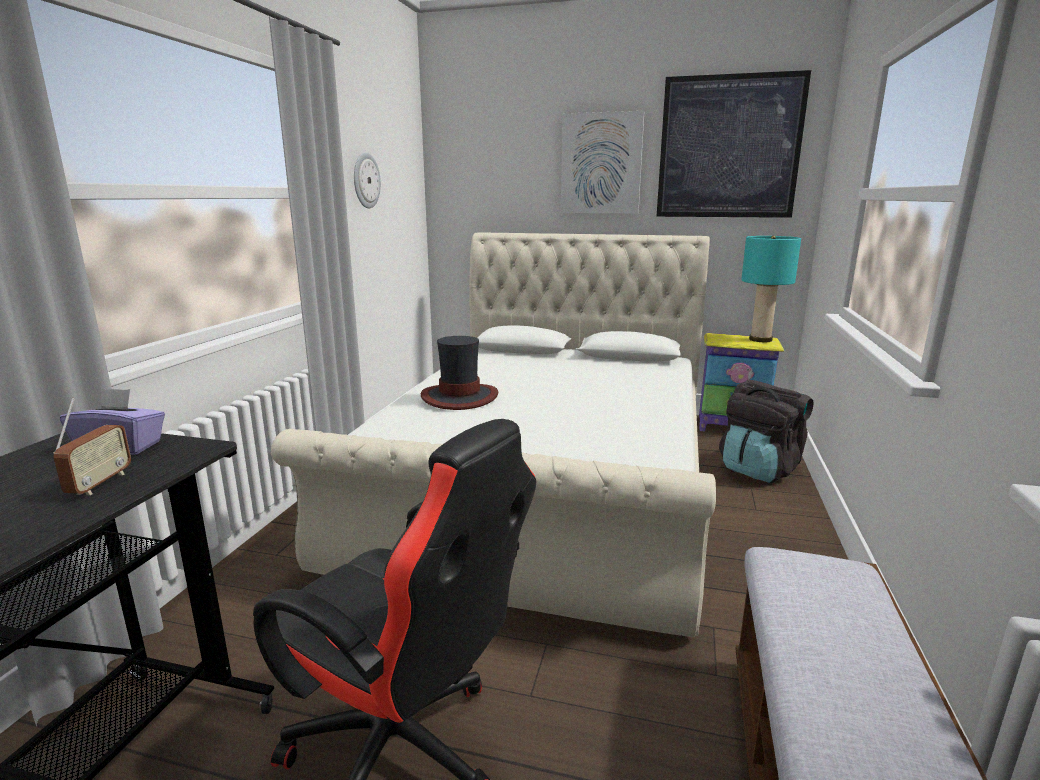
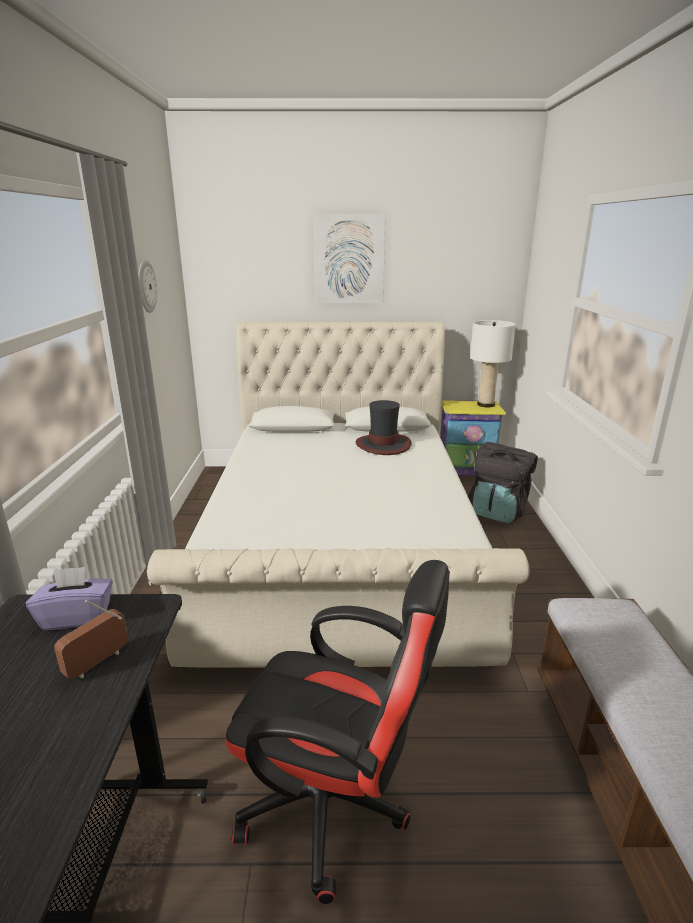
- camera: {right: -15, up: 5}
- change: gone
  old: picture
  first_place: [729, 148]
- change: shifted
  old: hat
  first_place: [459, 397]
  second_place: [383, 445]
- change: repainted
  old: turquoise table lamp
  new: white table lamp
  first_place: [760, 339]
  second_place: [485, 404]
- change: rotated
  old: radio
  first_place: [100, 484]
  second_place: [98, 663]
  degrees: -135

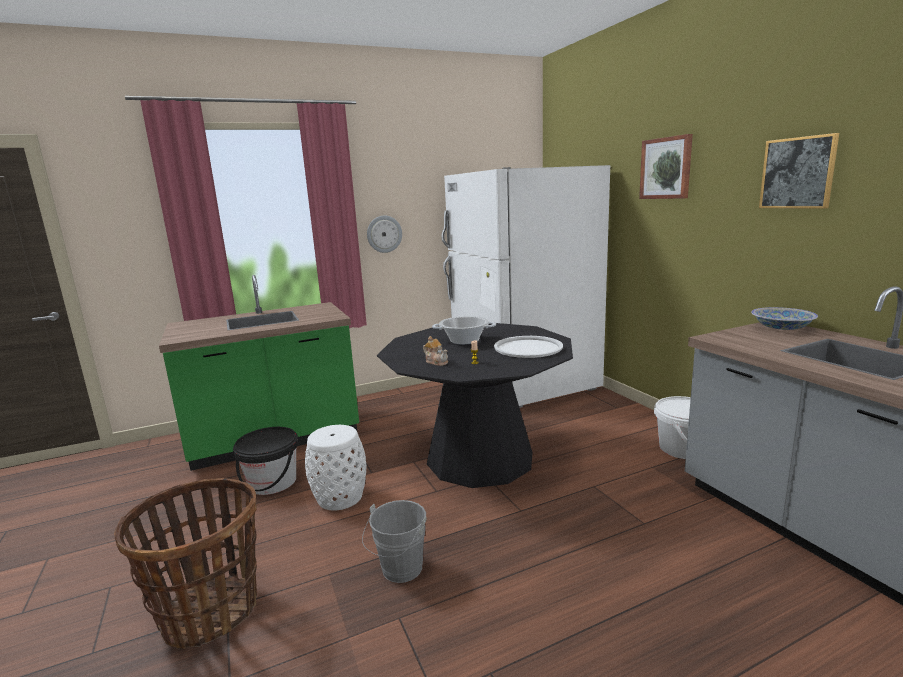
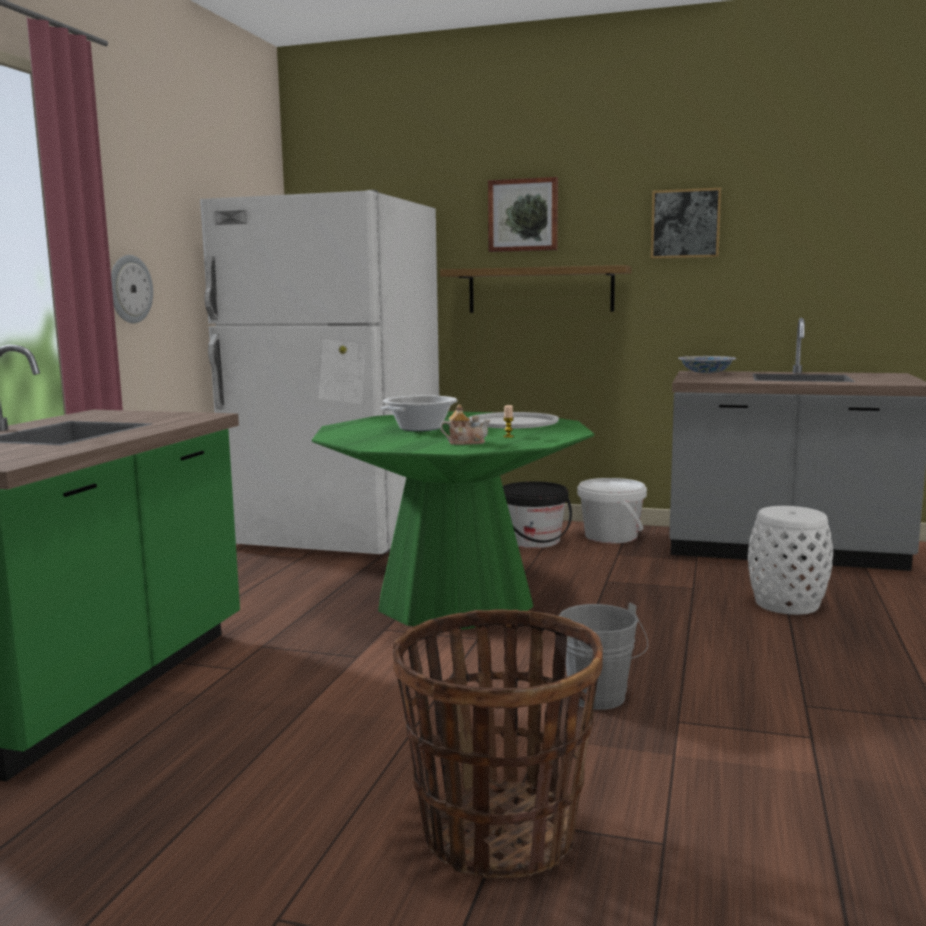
- camera: {right: -50, up: -5}
- change: new
  new: shelf
  second_place: [540, 290]
- change: shifted
  old: black bucket
  first_place: [272, 482]
  second_place: [533, 541]
- change: shifted
  old: white stool
  first_place: [340, 497]
  second_place: [786, 604]
- change: repainted
  old: black dining table
  new: green dining table
  first_place: [480, 458]
  second_place: [455, 600]

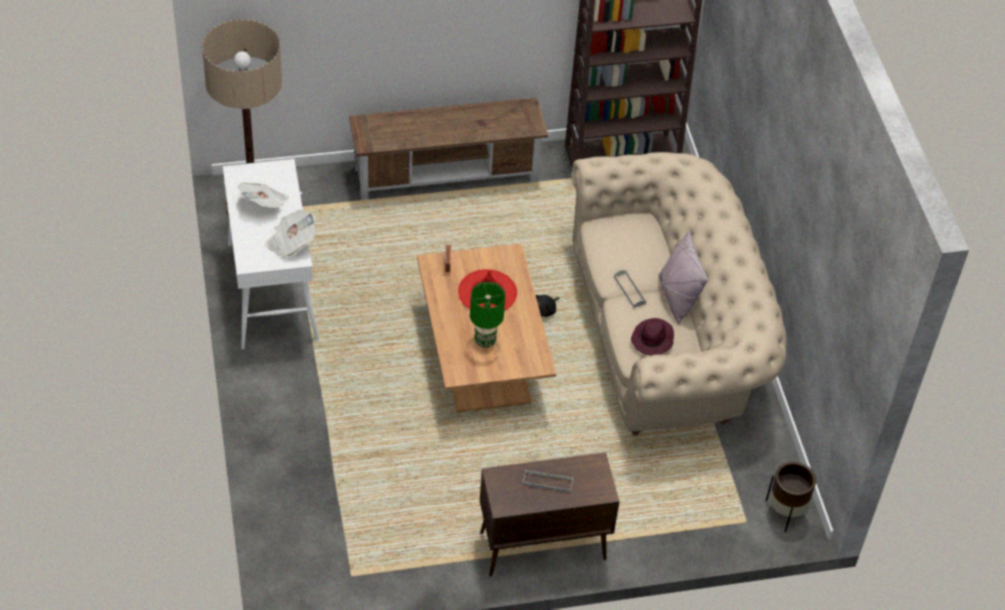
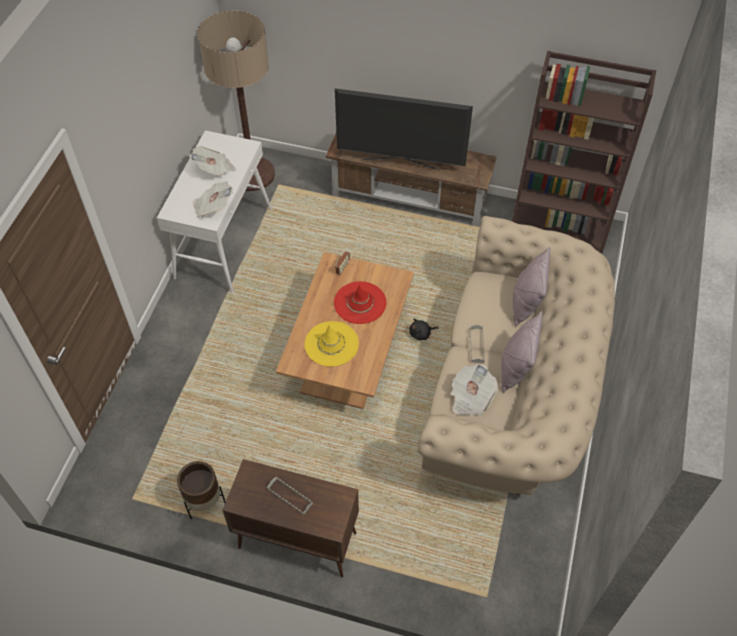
- camera: {right: 30, up: 5}
- change: new
  new: television
  second_place: [400, 163]
- change: new
  new: purple pillow
  second_place: [525, 303]
- change: shifted
  old: brown planter
  first_place: [786, 512]
  second_place: [204, 502]
- change: swapped
  old: green table lamp
  new: yellow hat
  first_place: [484, 341]
  second_place: [331, 344]
- change: swapped
  old: purple hat
  new: newspaper
  first_place: [652, 340]
  second_place: [471, 398]

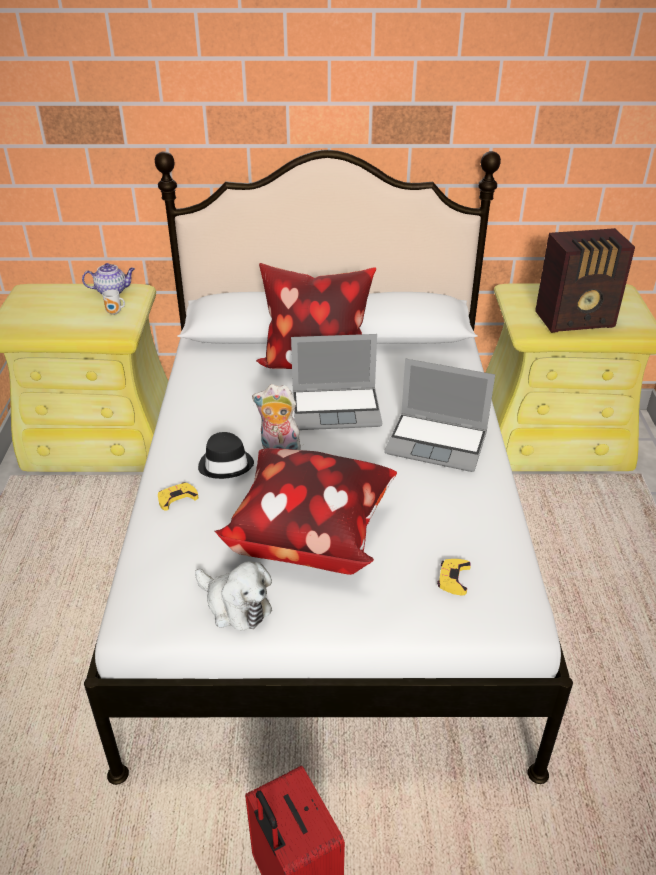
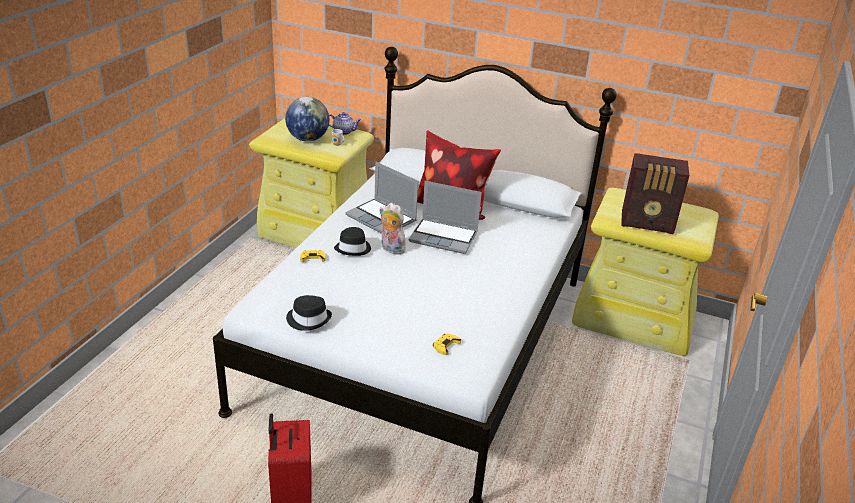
- camera: {right: 20, up: -5}
- change: gone
  old: pillow
  first_place: [309, 535]
- change: new
  new: globe
  second_place: [308, 139]
- change: shifted
  old: laptop
  first_place: [438, 443]
  second_place: [382, 218]
- change: swapped
  old: plush toy
  new: black hat
  first_place: [235, 605]
  second_place: [309, 319]

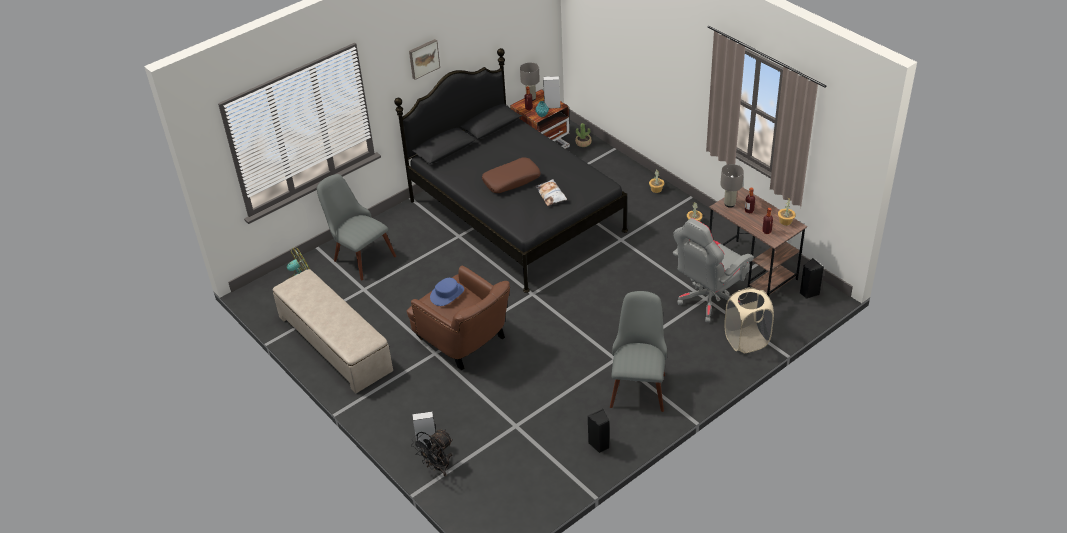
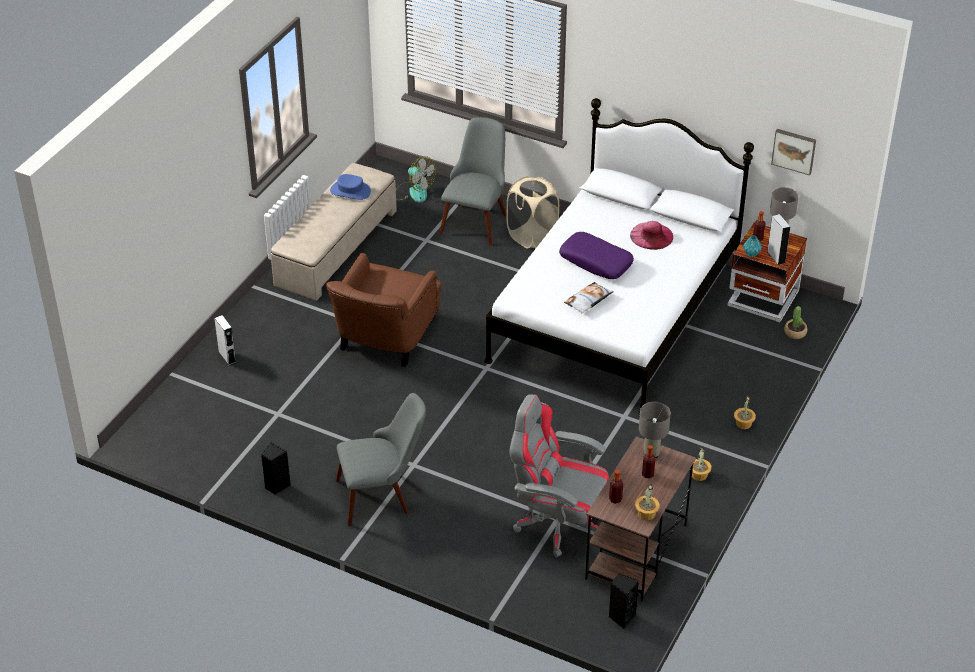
- camera: {right: 65, up: 0}
- change: gone
  old: black fan
  first_place: [437, 467]
- change: new
  new: pink hat
  second_place: [651, 236]
- change: shifted
  old: picture
  first_place: [423, 58]
  second_place: [794, 150]
- change: shifted
  old: blue hat
  first_place: [447, 294]
  second_place: [350, 191]
- change: shifted
  old: beige laundry basket
  first_place: [746, 340]
  second_place: [532, 236]
- change: repainted
  old: black bed
  new: white bed
  first_place: [516, 215]
  second_place: [615, 315]
- change: repainted
  old: brown pillow
  new: purple pillow
  first_place: [511, 180]
  second_place: [596, 261]

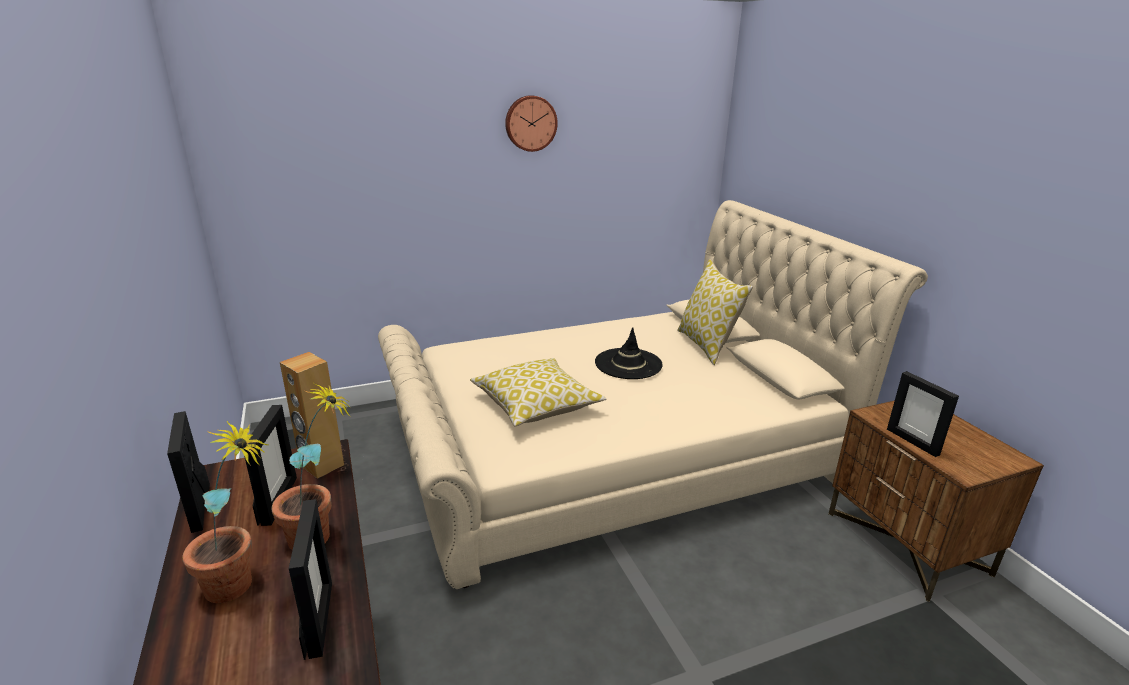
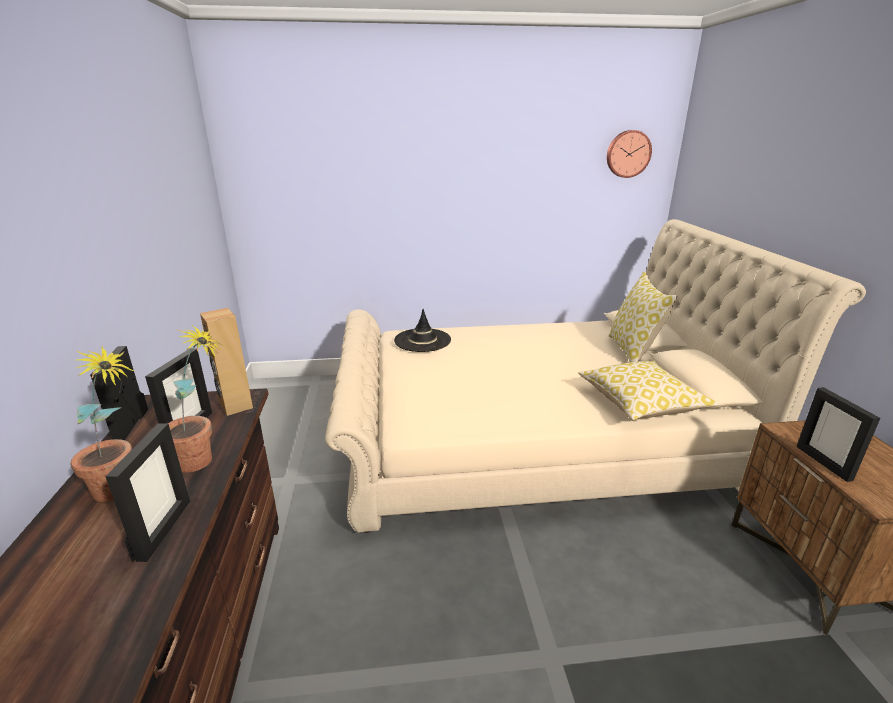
- camera: {right: 15, up: 0}
- change: shifted
  old: pillow
  first_place: [536, 405]
  second_place: [641, 403]
- change: shifted
  old: wall clock
  first_place: [530, 123]
  second_place: [628, 154]
- change: shifted
  old: black hat
  first_place: [628, 364]
  second_place: [422, 340]

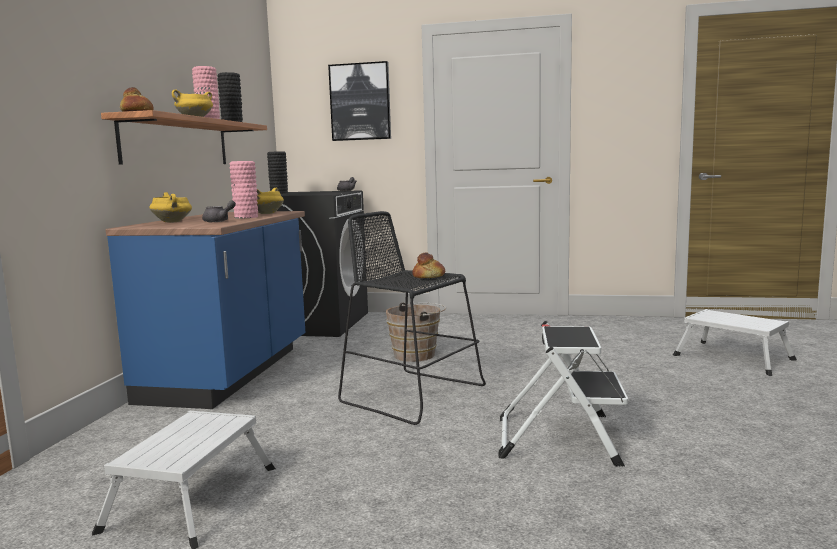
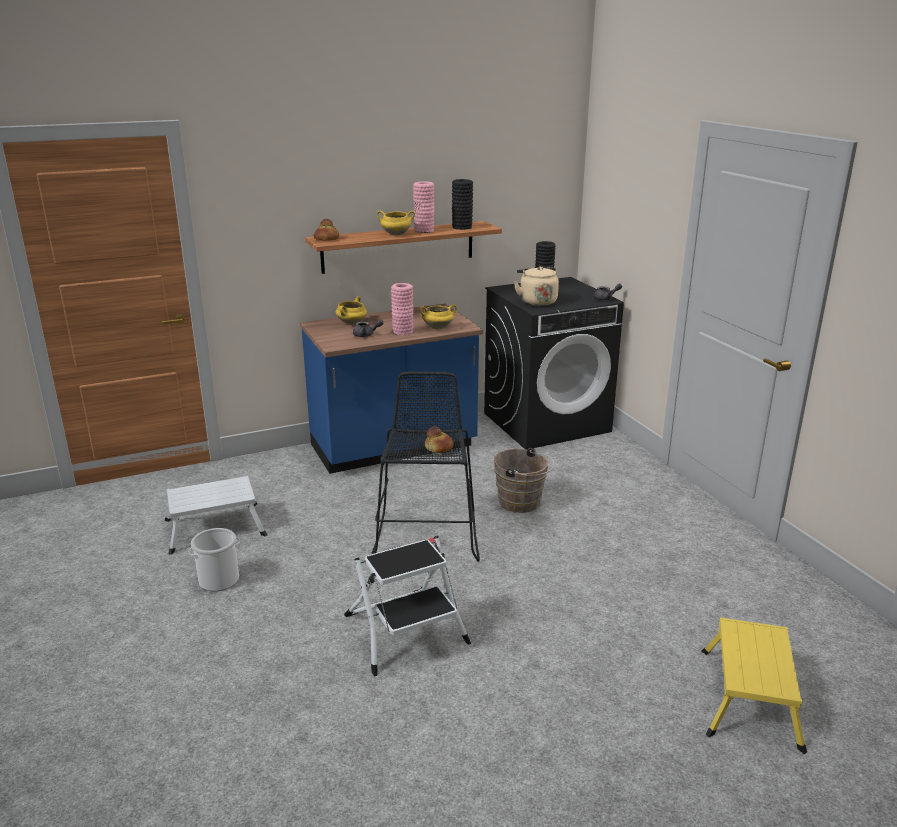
- camera: {right: 55, up: 15}
- change: gone
  old: picture
  first_place: [360, 102]
- change: new
  new: bucket
  second_place: [219, 580]
- change: new
  new: beige kettle
  second_place: [537, 301]
- change: repainted
  old: white step ladder
  new: yellow step ladder
  first_place: [734, 357]
  second_place: [750, 698]

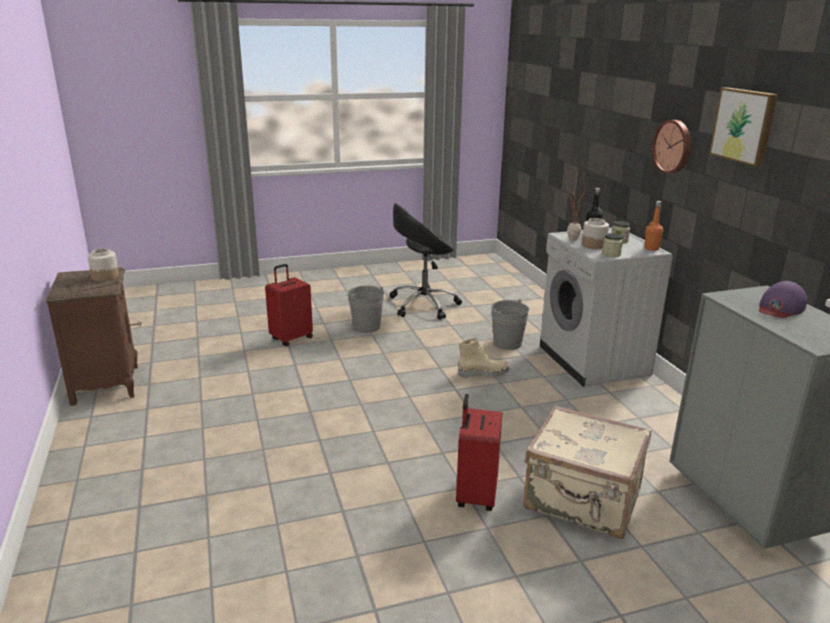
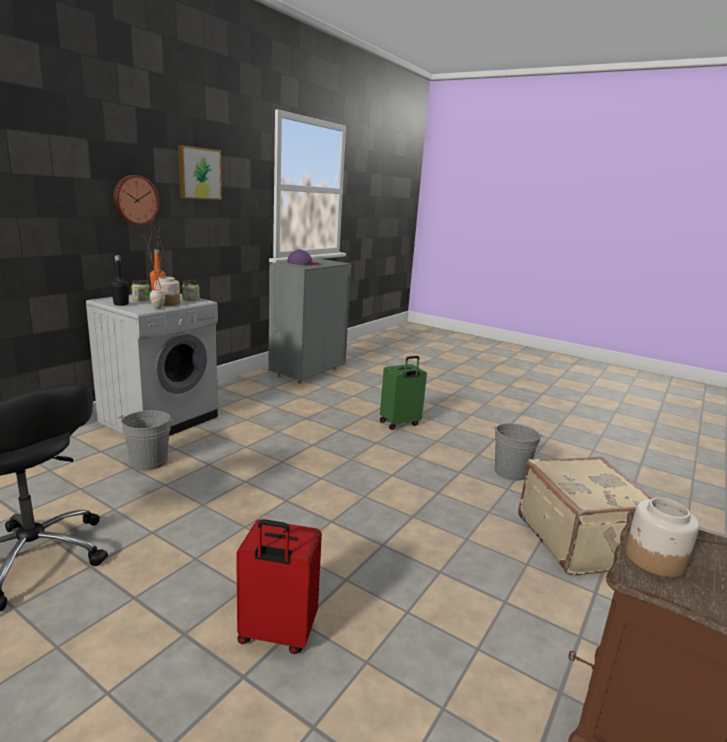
- camera: {right: -130, up: -5}
- change: gone
  old: beige boot
  first_place: [483, 373]
- change: shifted
  old: grey bucket
  first_place: [366, 327]
  second_place: [510, 472]
- change: shifted
  old: beige suitcase
  first_place: [583, 500]
  second_place: [580, 540]
- change: repainted
  old: red suitcase
  new: green suitcase
  first_place: [475, 495]
  second_place: [400, 424]

